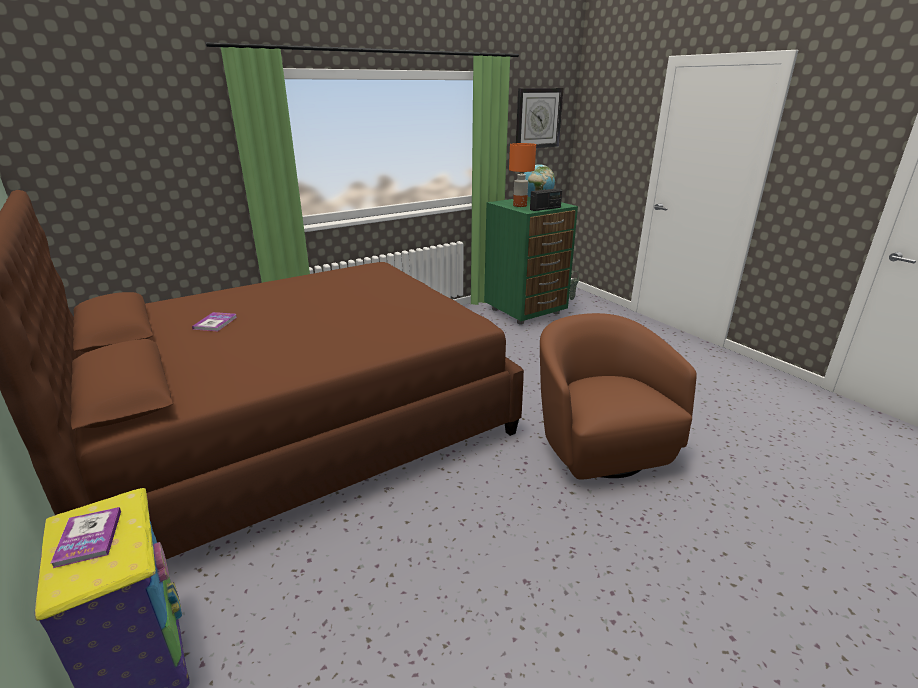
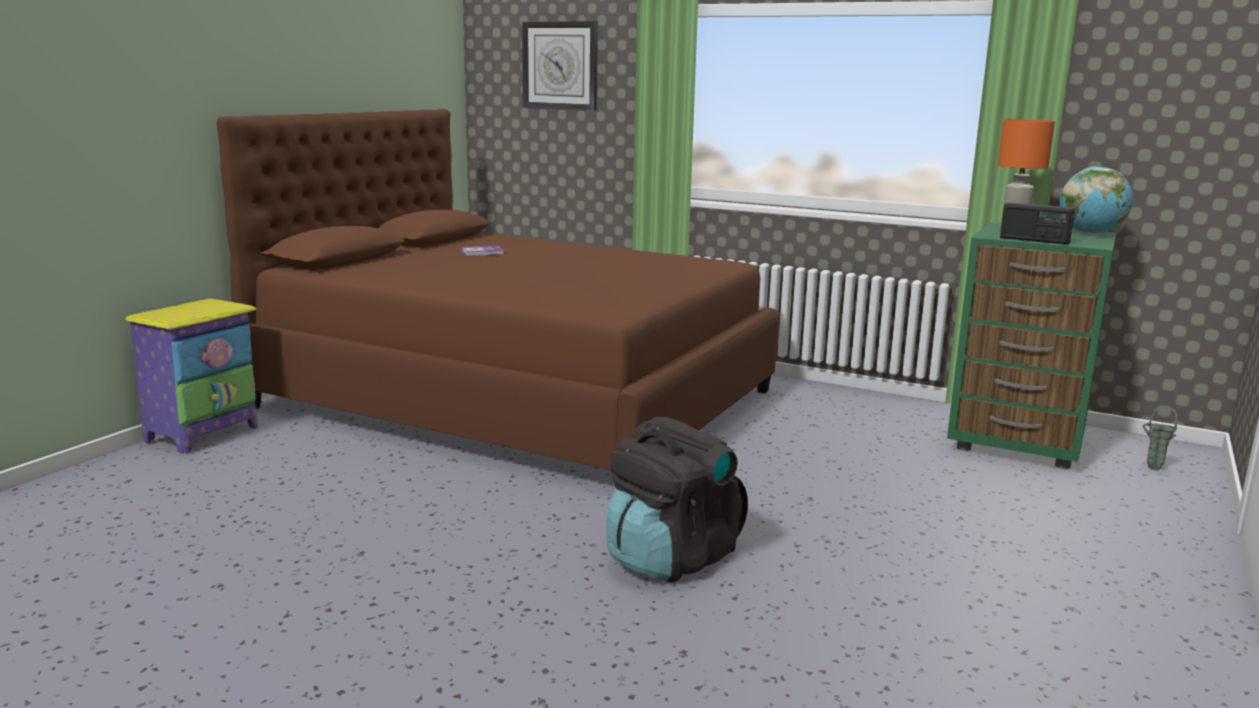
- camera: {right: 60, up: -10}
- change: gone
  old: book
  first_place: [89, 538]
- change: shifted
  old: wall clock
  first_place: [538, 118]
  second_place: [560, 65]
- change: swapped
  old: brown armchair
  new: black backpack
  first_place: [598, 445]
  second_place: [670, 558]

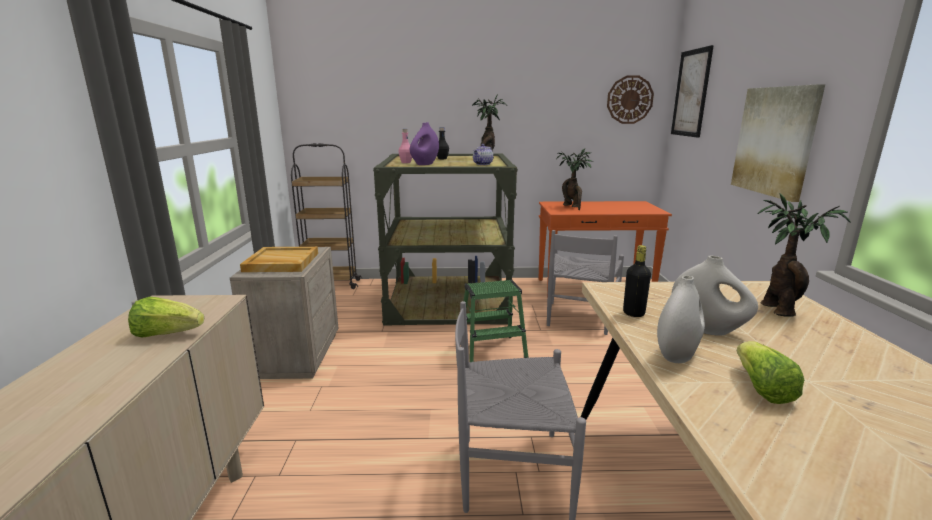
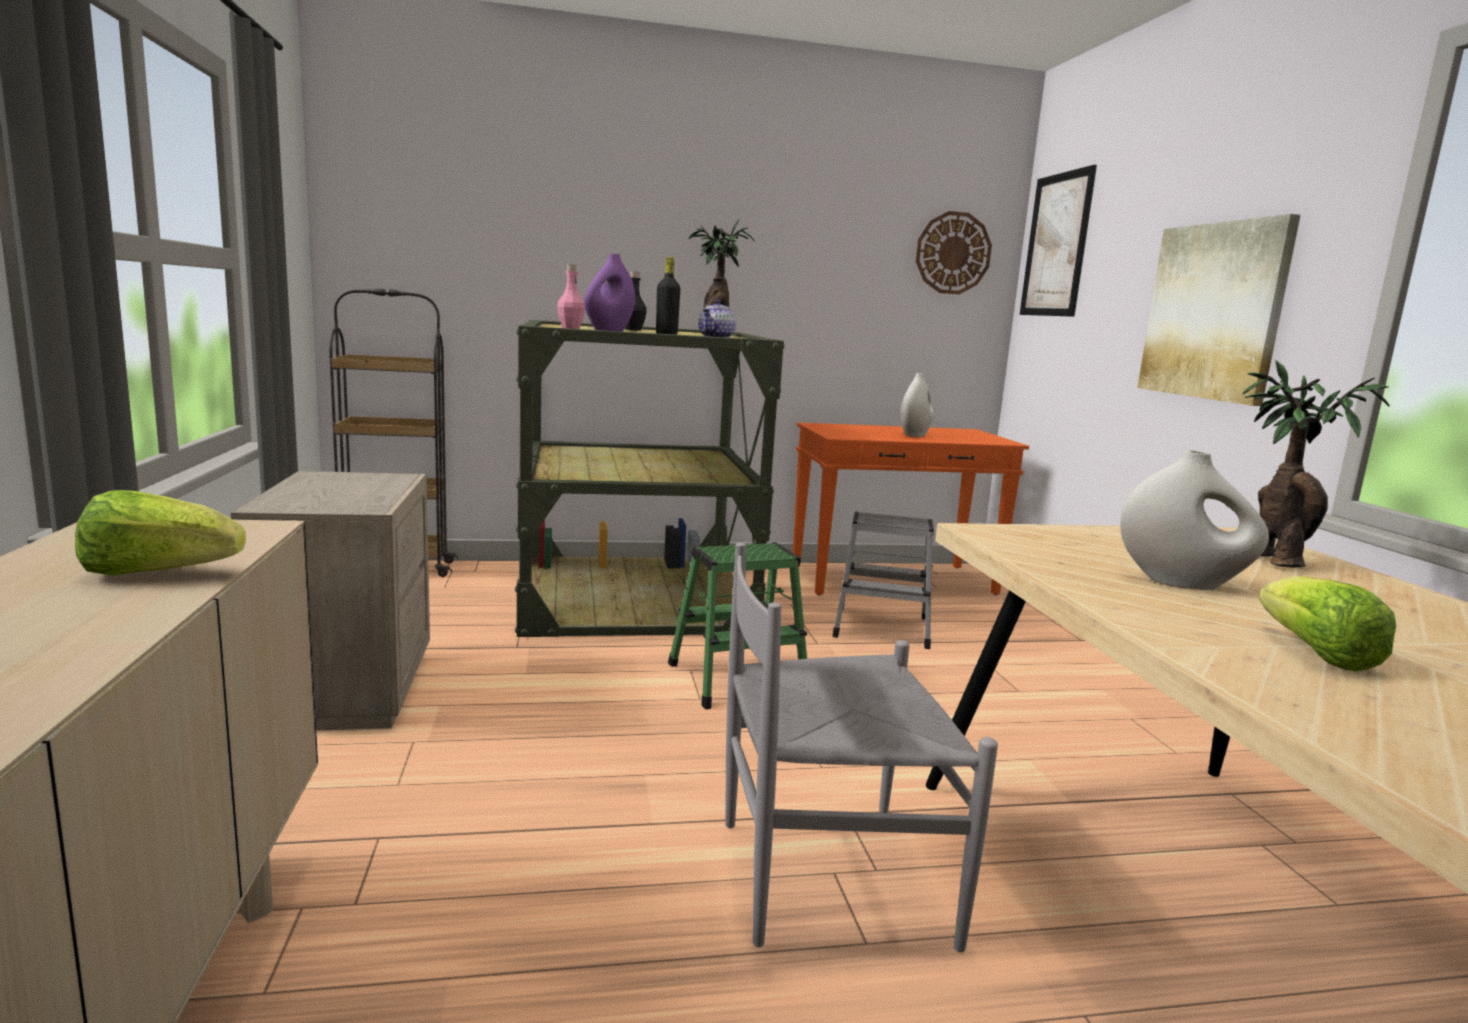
- camera: {right: -10, up: -5}
- change: gone
  old: beige tray
  first_place: [281, 262]
- change: gone
  old: potted plant
  first_place: [572, 207]
- change: shifted
  old: black bottle
  first_place: [633, 313]
  second_place: [666, 334]
- change: shifted
  old: white vase
  first_place: [677, 355]
  second_place: [914, 435]
- change: swapped
  old: grey chair
  new: grey step ladder
  first_place: [579, 319]
  second_place: [881, 626]

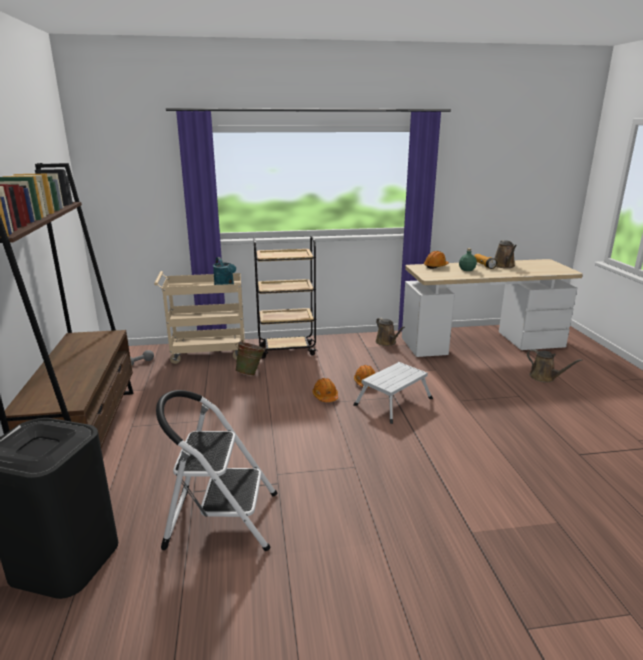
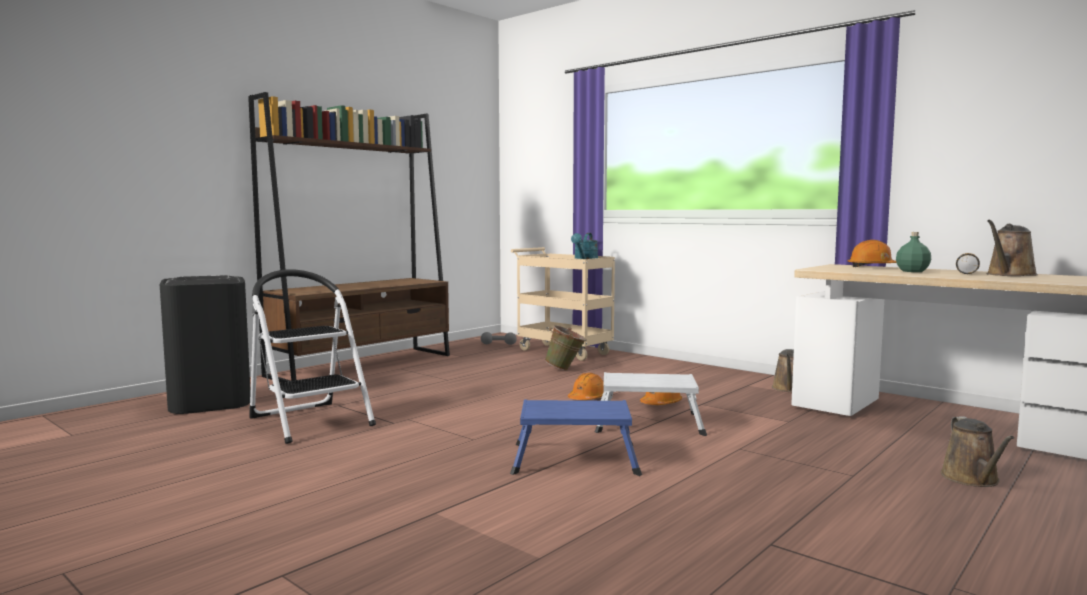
- camera: {right: 50, up: -15}
- change: gone
  old: brown cart
  first_place: [287, 350]
- change: new
  new: blue step ladder
  second_place: [574, 459]

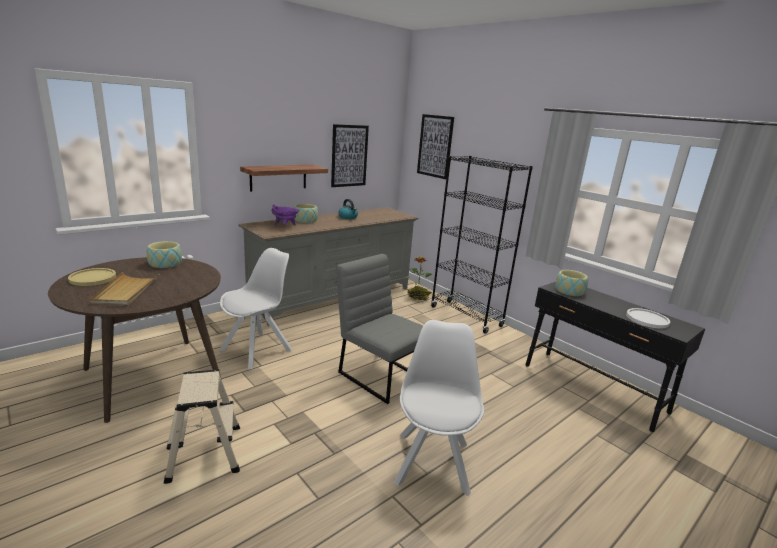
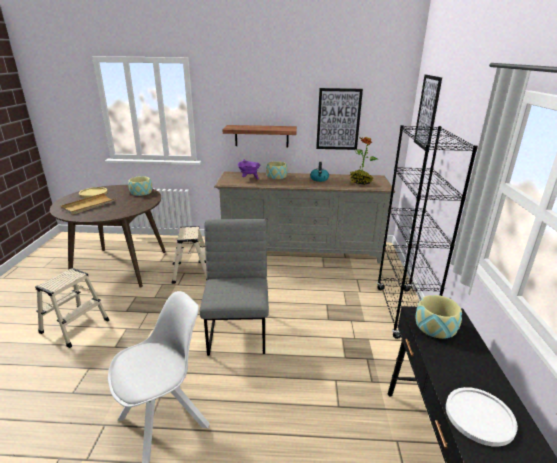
- camera: {right: 45, up: 5}
- change: shifted
  old: potted plant
  first_place: [418, 298]
  second_place: [360, 183]
- change: swapped
  old: white chair
  new: beige step ladder
  first_place: [257, 349]
  second_place: [192, 272]

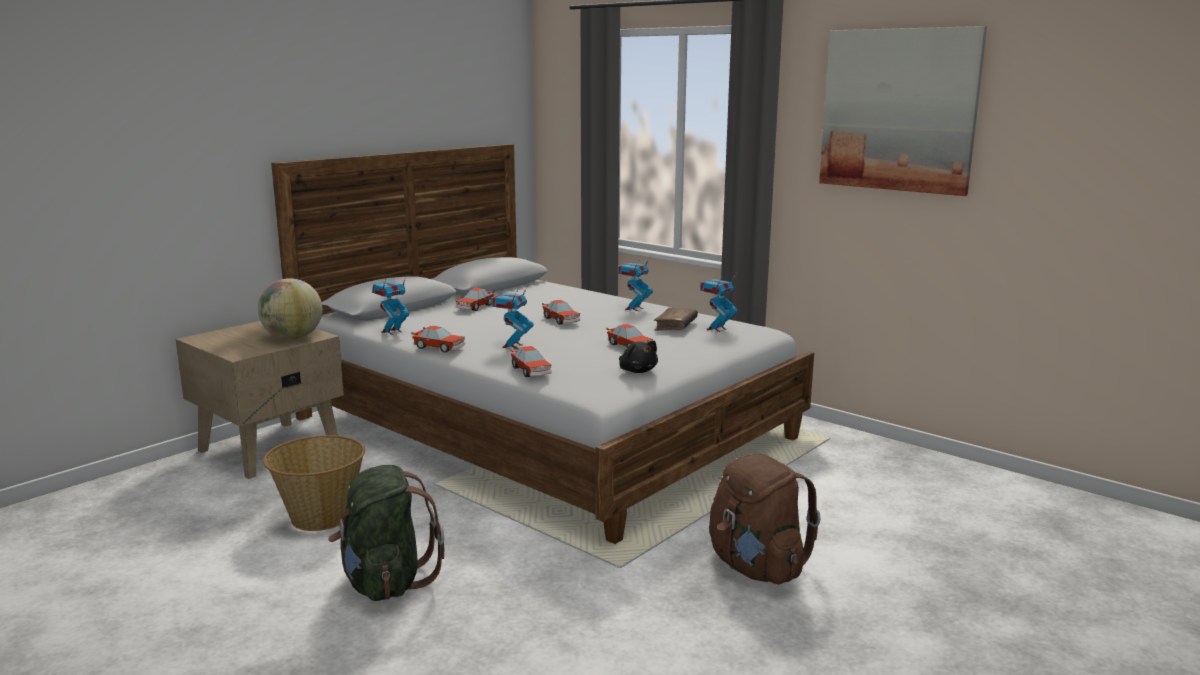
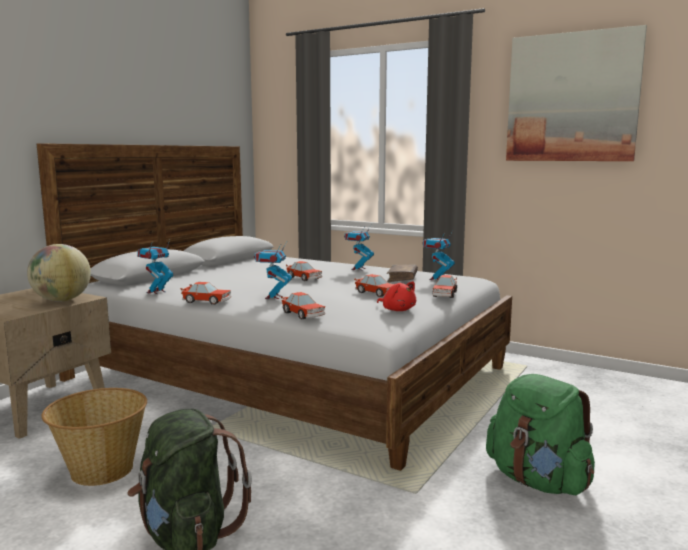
- camera: {right: -10, up: -5}
- change: shifted
  old: toy car
  first_place: [475, 307]
  second_place: [444, 294]
- change: repainted
  old: black plush toy
  new: red plush toy
  first_place: [637, 371]
  second_place: [397, 310]
- change: repainted
  old: brown backpack
  new: green backpack
  first_place: [756, 568]
  second_place: [538, 481]

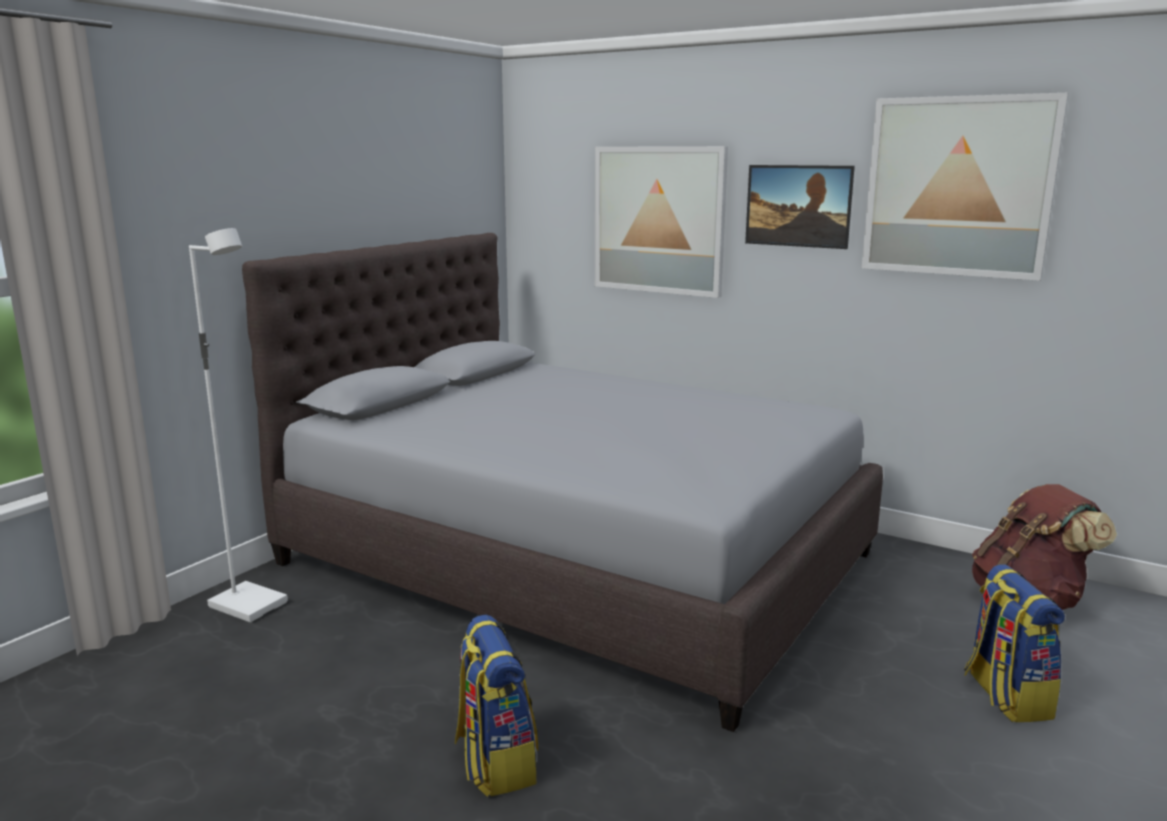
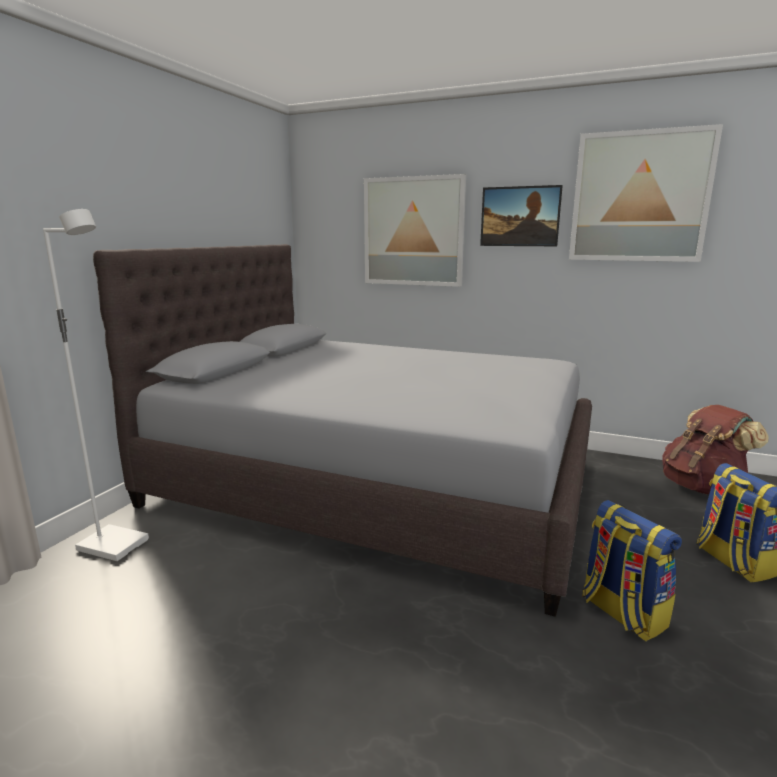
- camera: {right: -10, up: 0}
- change: shifted
  old: backpack
  first_place: [495, 762]
  second_place: [621, 613]

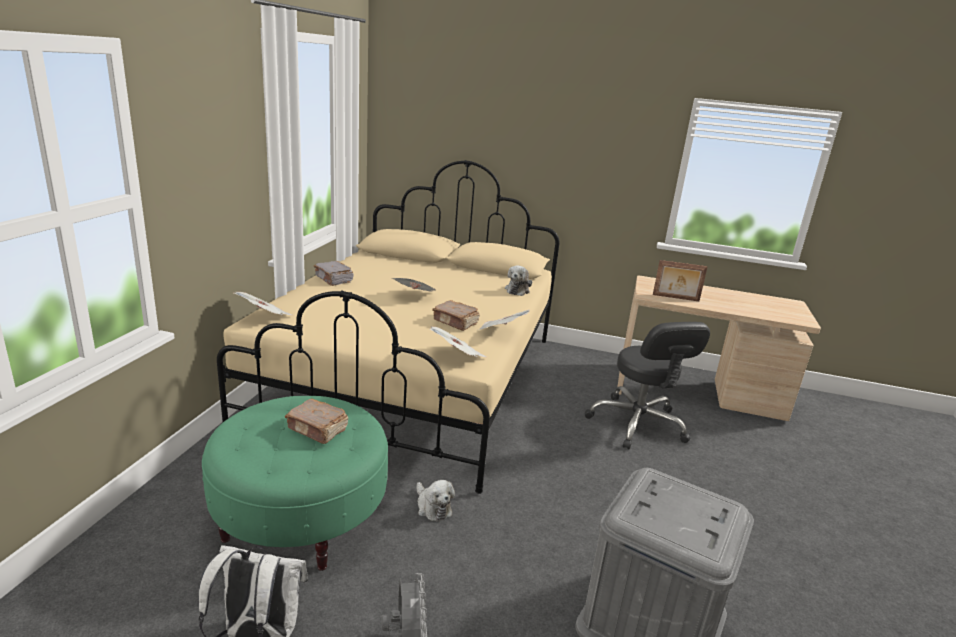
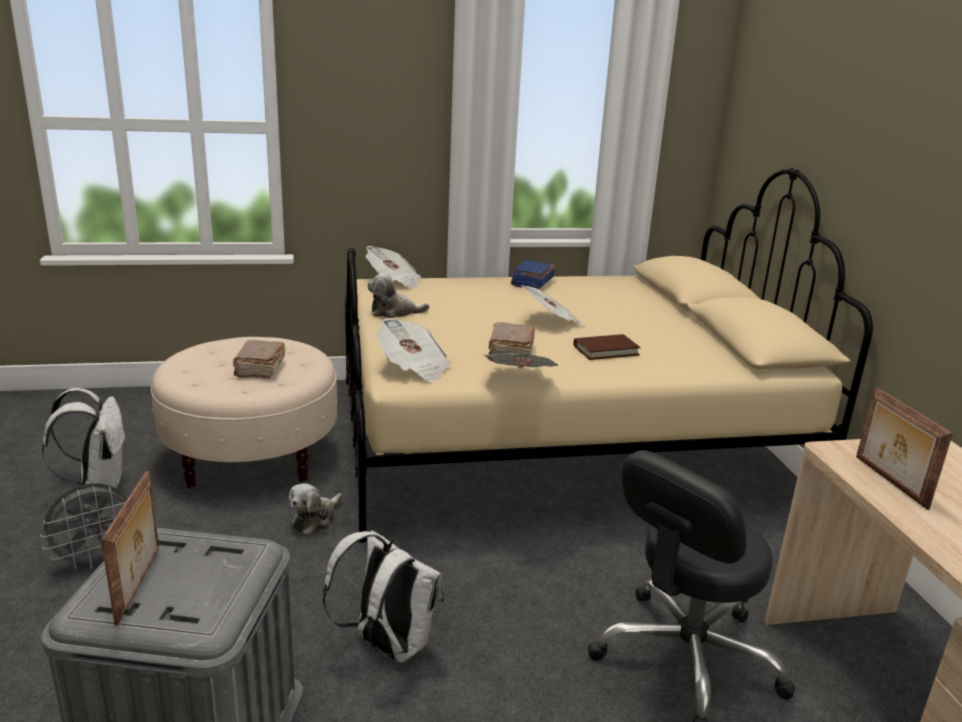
- camera: {right: 65, up: 0}
- change: new
  new: picture frame
  second_place: [140, 584]
- change: new
  new: white backpack
  second_place: [387, 645]
- change: new
  new: brown book
  second_place: [606, 350]
- change: shifted
  old: plush toy
  first_place: [518, 290]
  second_place: [394, 312]
- change: repainted
  old: green ottoman
  new: beige ottoman
  first_place: [301, 518]
  second_place: [252, 456]
- change: repainted
  old: grey book
  new: blue book
  first_place: [333, 279]
  second_place: [531, 283]

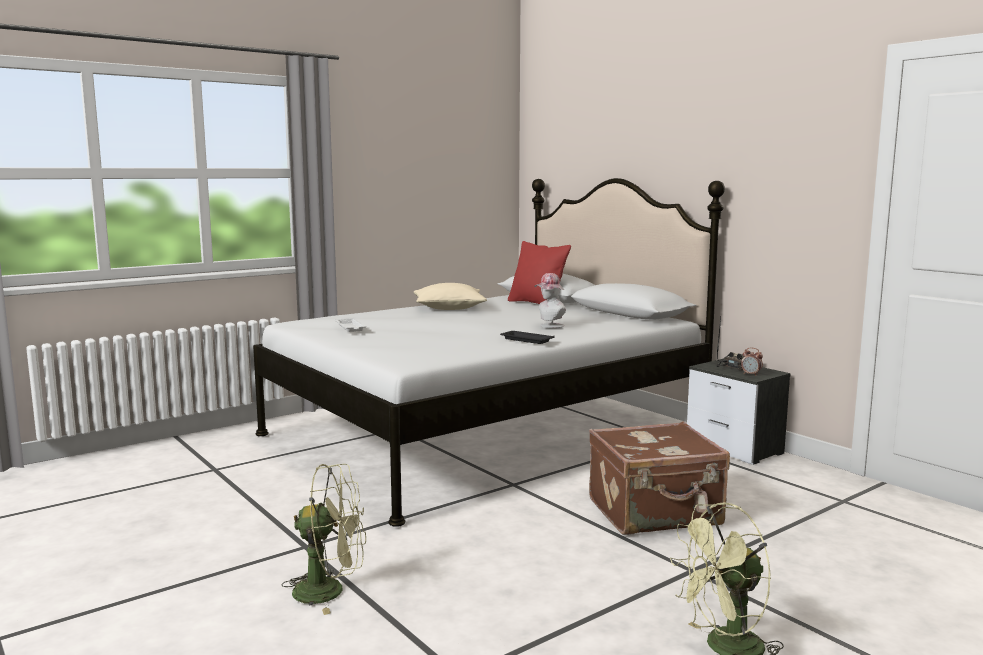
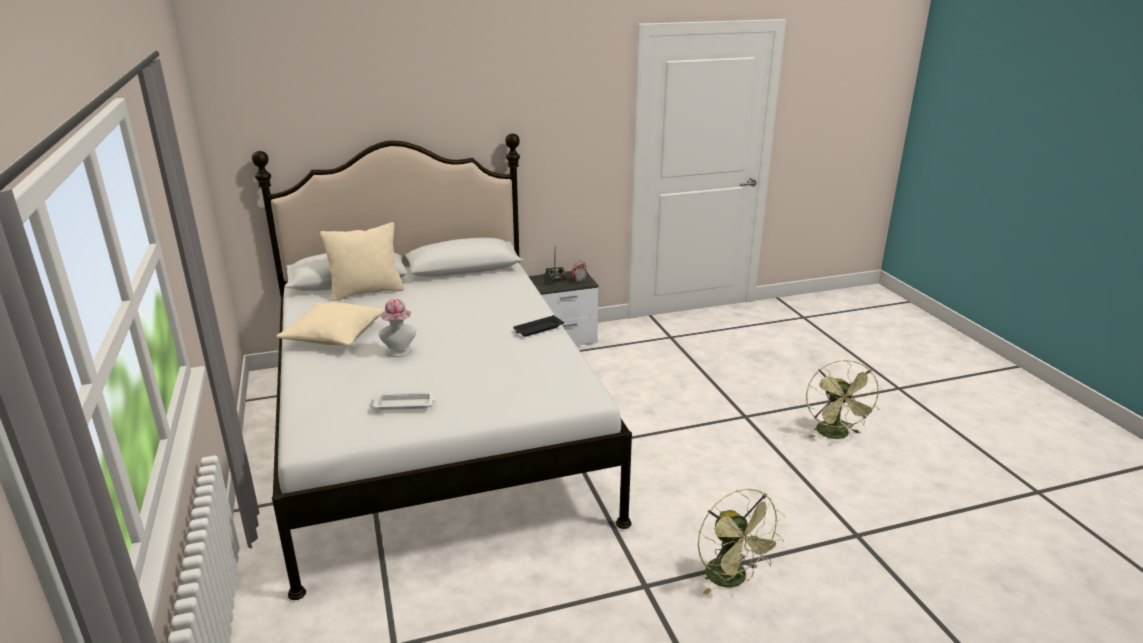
- camera: {right: -70, up: 15}
- change: gone
  old: brown suitcase
  first_place: [655, 513]
- change: shifted
  old: hat
  first_place: [549, 326]
  second_place: [399, 352]
- change: repainted
  old: red pillow
  new: beige pillow
  first_place: [537, 304]
  second_place: [367, 292]
- change: rotated
  old: green fan
  first_place: [330, 591]
  second_place: [732, 579]
  degrees: 135

